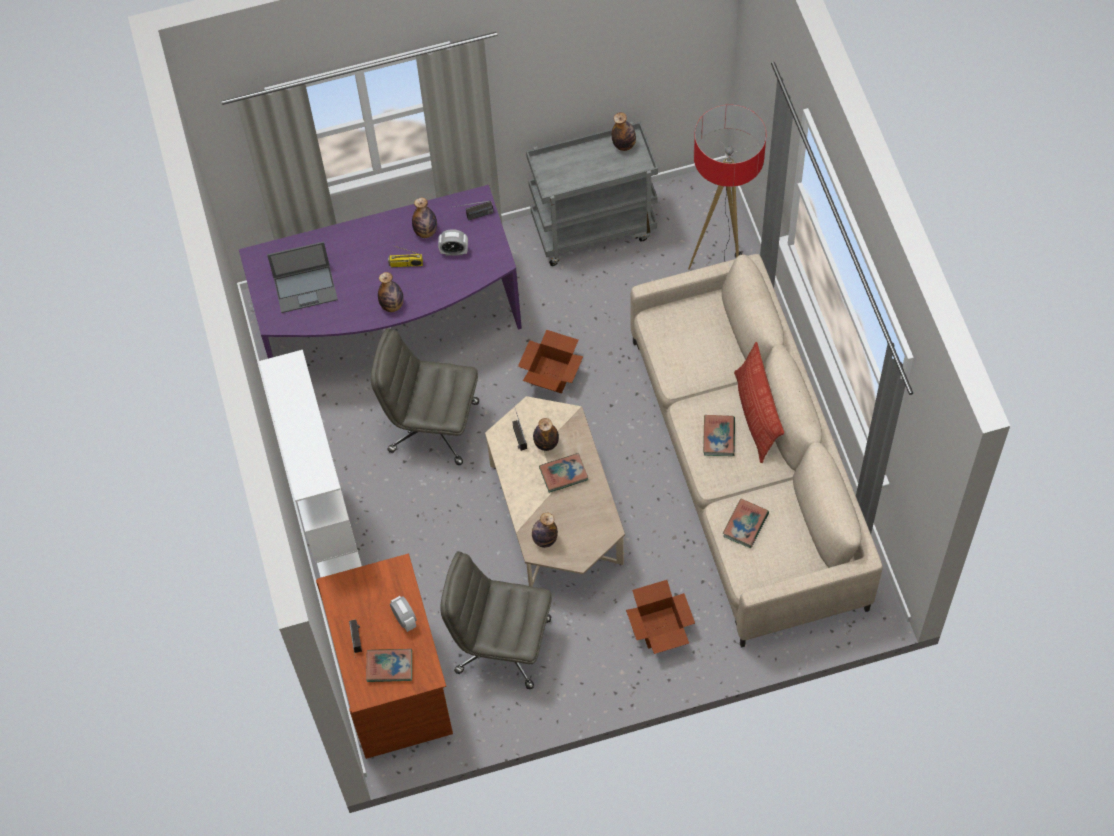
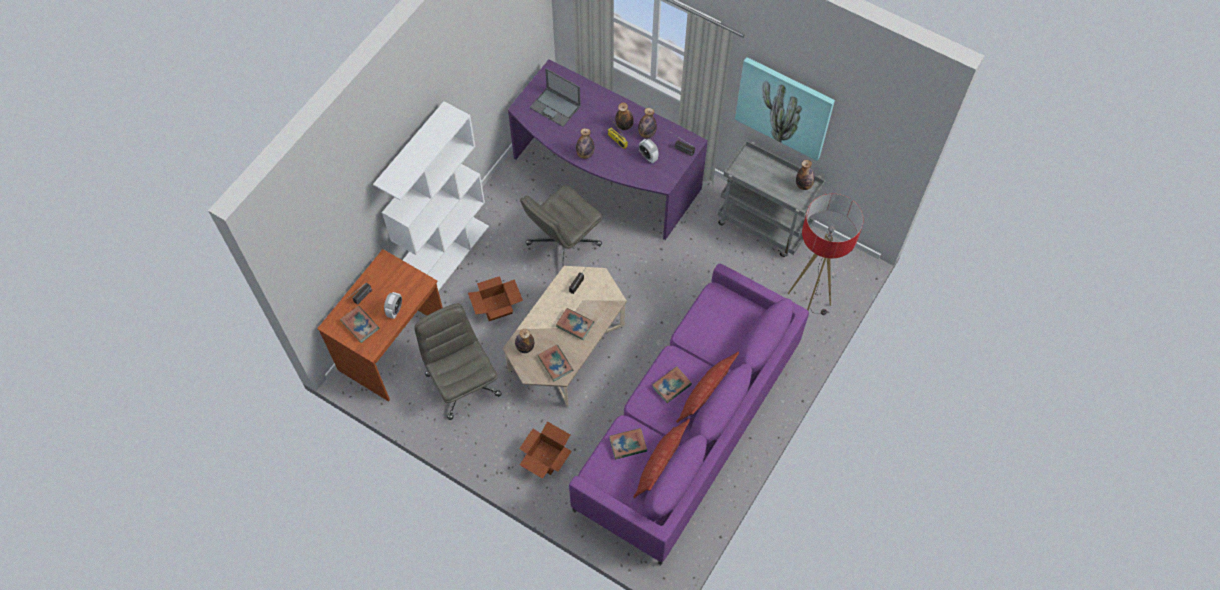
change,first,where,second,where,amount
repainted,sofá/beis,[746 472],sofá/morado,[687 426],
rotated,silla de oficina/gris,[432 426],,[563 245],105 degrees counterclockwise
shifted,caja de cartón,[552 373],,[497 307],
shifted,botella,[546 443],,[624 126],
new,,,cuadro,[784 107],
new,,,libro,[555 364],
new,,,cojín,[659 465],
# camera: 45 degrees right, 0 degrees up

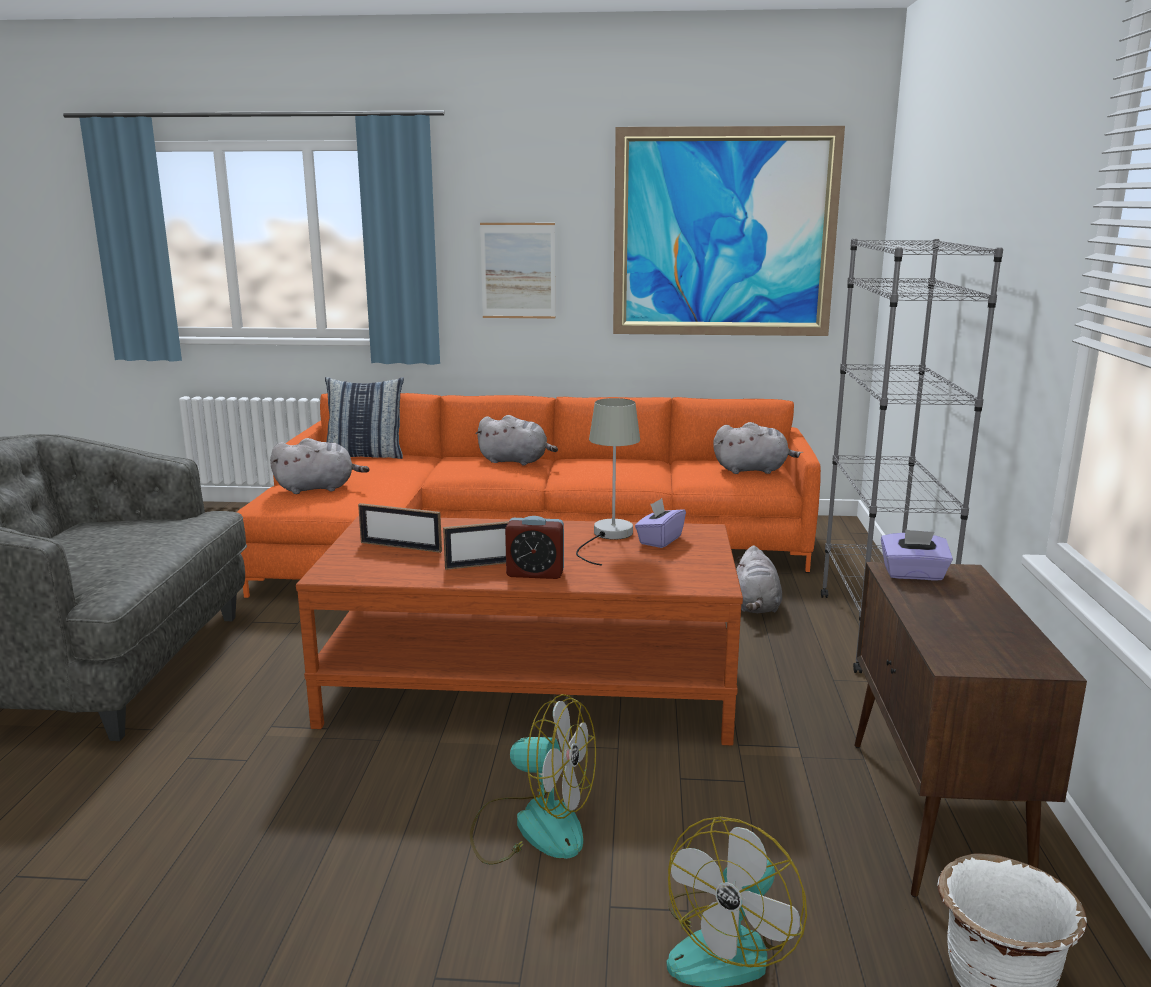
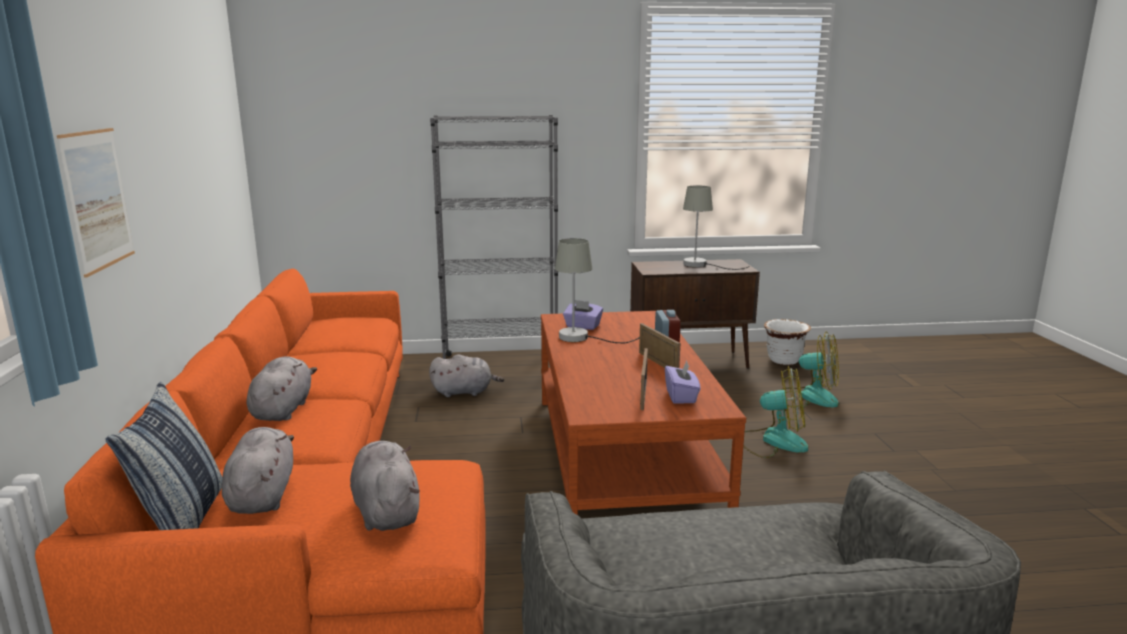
change,first,where,second,where,amount
gone,cuadro,[724 233],,,
shifted,peluche/gris,[753 470],,[262 495],
shifted,caja de pañuelos/morado,[913 574],,[681 396],
rotated,ventilador,[532 826],,[773 441],90 degrees clockwise
new,,,lámpara de mesa/gris,[702 265],
# camera: 100 degrees left, 0 degrees up

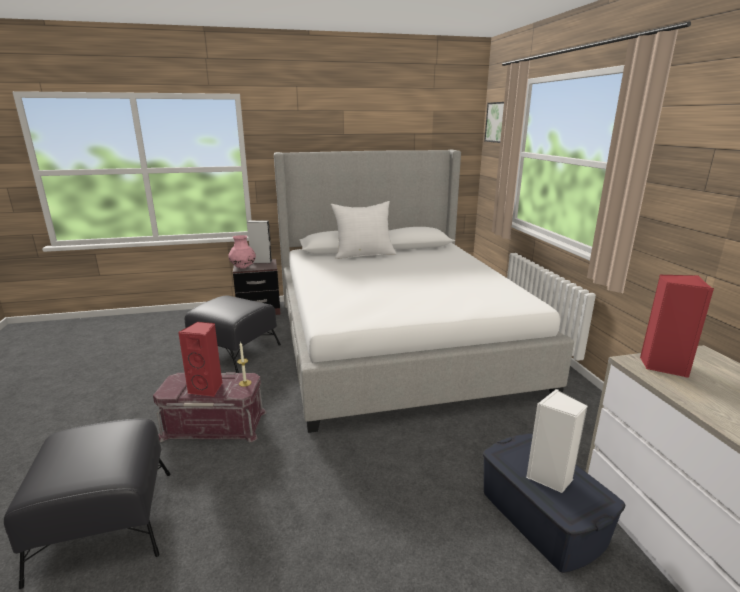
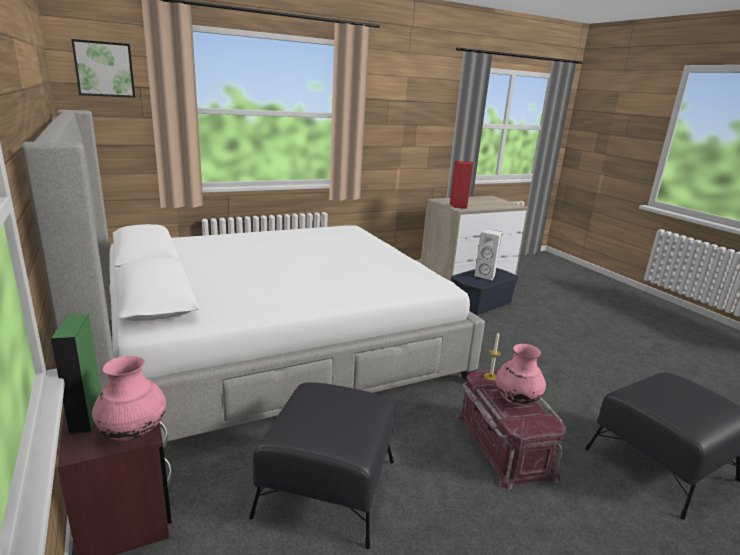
change,first,where,second,where,amount
gone,cojín/blanco,[364 254],,,
repainted,altavoz/gris,[261 262],altavoz/verde,[86 417],
swapped,altavoz/rojo,[207 388],florero/rosa,[516 400],
# camera: 105 degrees left, 0 degrees up

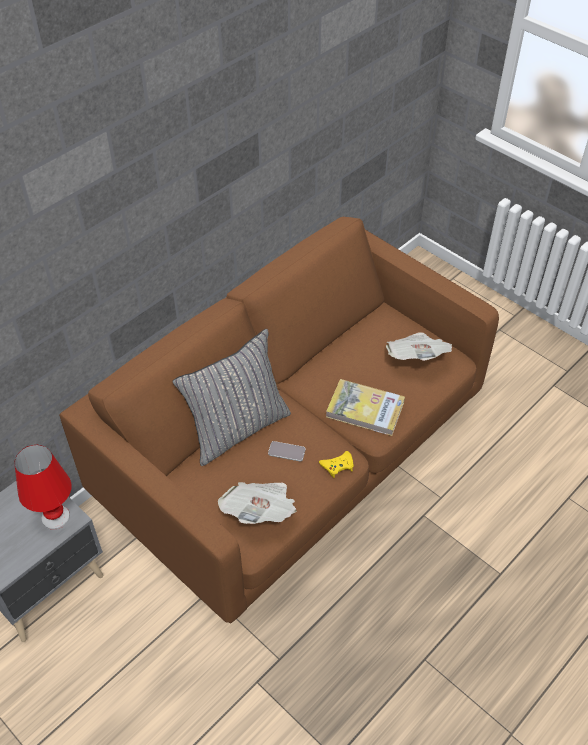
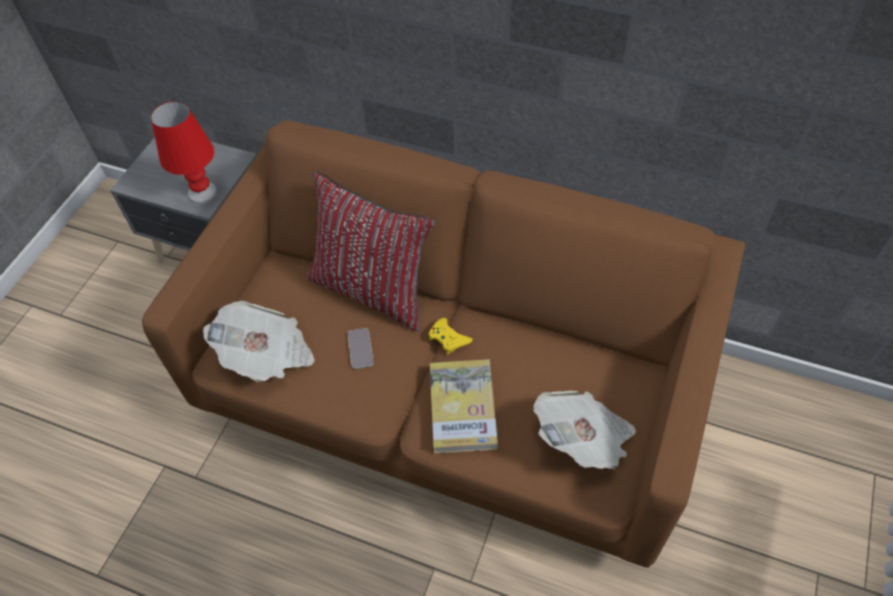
change,first,where,second,where,amount
repainted,cojín/gris,[237 428],cojín/rojo,[373 289],
shifted,mando de consola/amarillo,[337 466],,[448 338],
# camera: 70 degrees right, 5 degrees up

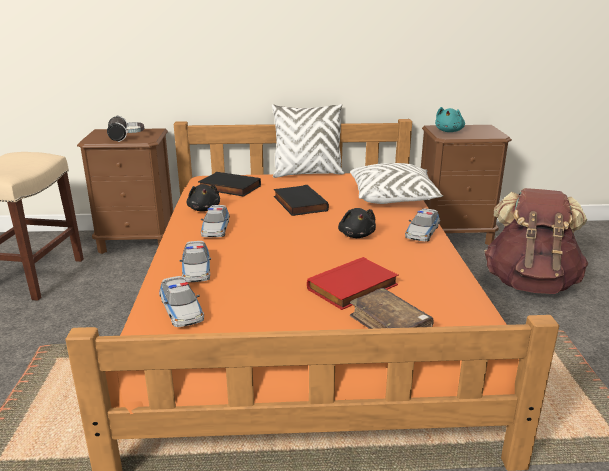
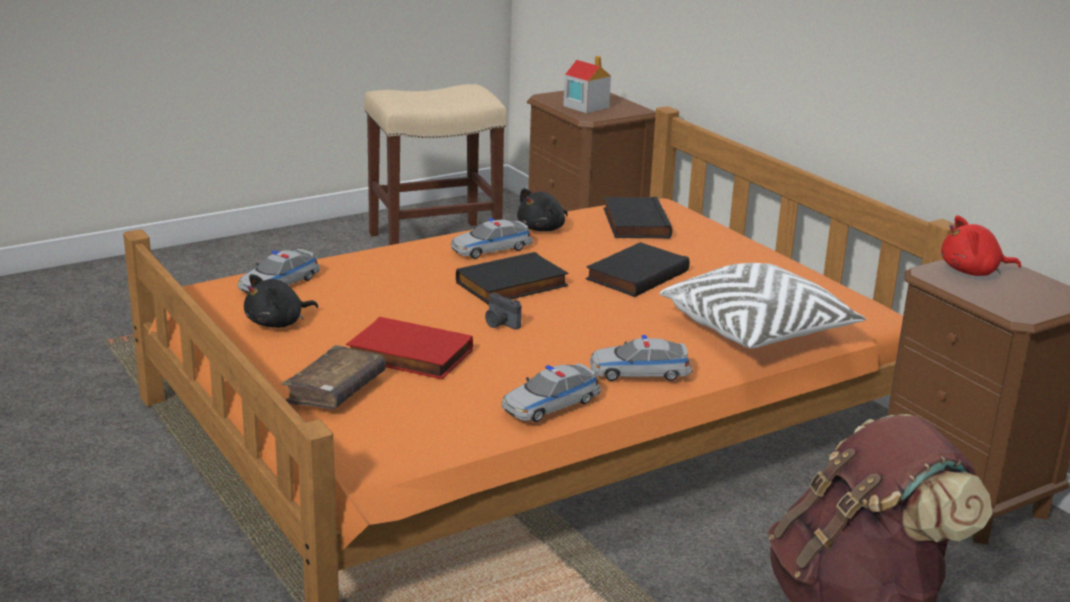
change,first,where,second,where,amount
gone,cojín/blanco,[307 173],,,
repainted,peluche/turquesa,[449 131],peluche/rojo,[973 272],
swapped,auriculares,[127 137],casita,[585 106],
shifted,peluche/negro,[356 235],,[278 323],
shifted,coche de juguete,[196 269],,[550 405],
new,,,libro/negro,[512 285],
new,,,cámara,[500 324],
# camera: 60 degrees right, 0 degrees up

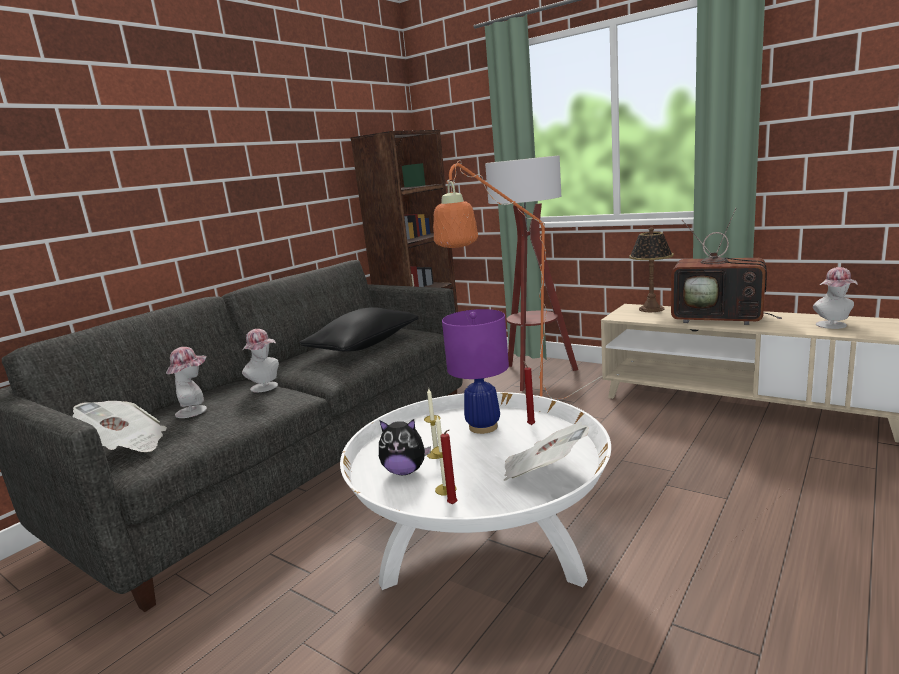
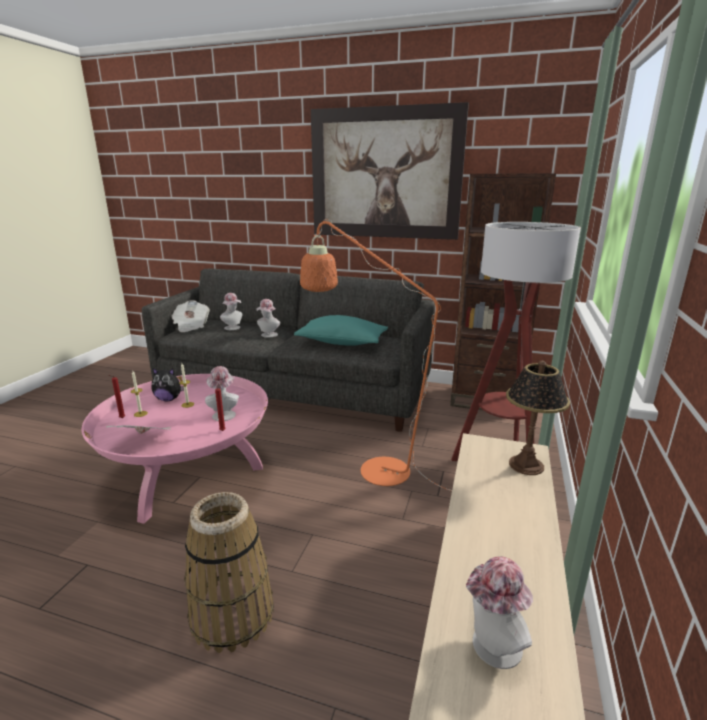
change,first,where,second,where,amount
gone,televisor,[720 318],,,
repainted,cojín/negro,[363 346],cojín/turquesa,[342 343],
swapped,lámpara de mesa/morado,[483 427],sombrero,[224 414],
repainted,mesa de centro/blanco,[483 547],mesa de centro/rosa,[190 476],
rotated,peluche,[405 471],,[169 399],75 degrees counterclockwise
new,,,cuadro,[385 174],
new,,,cesta,[232 615],
# camera: 70 degrees right, 5 degrees up

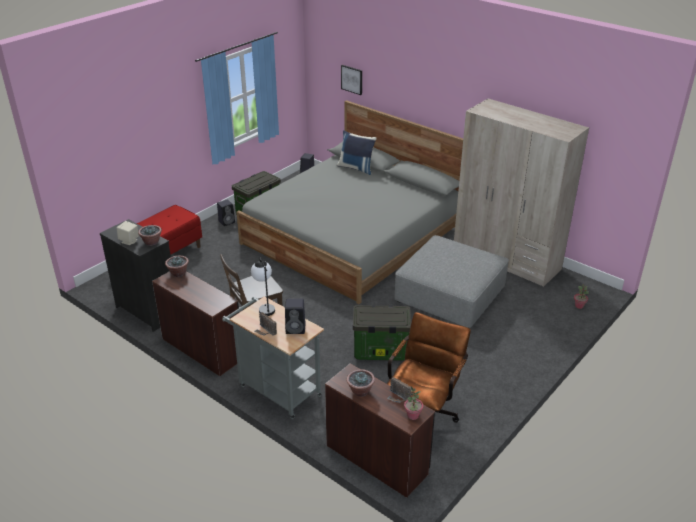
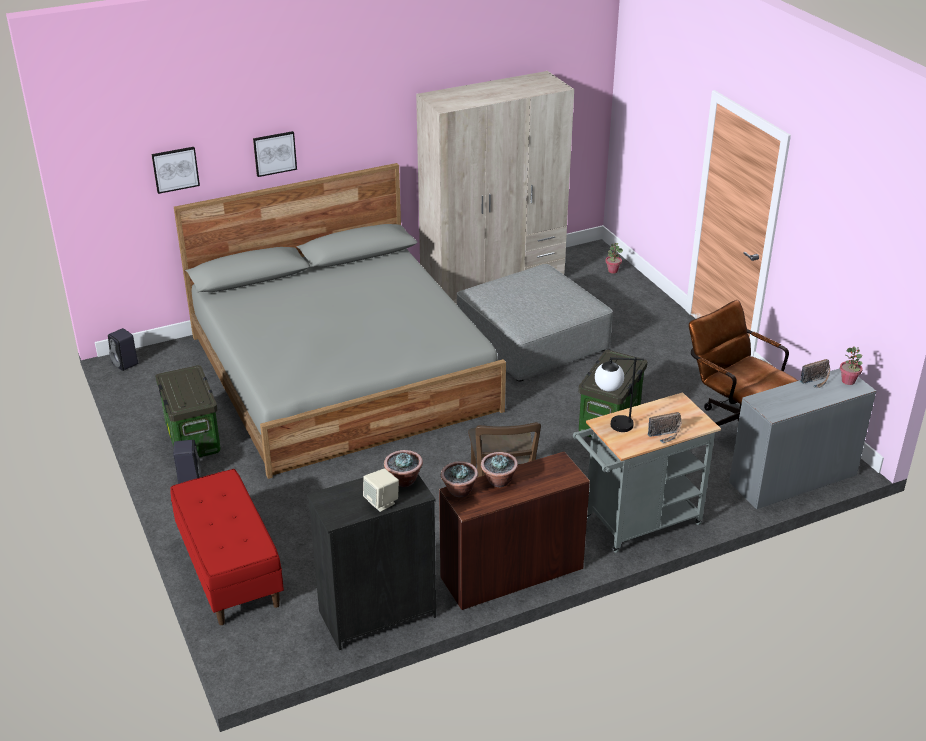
change,first,where,second,where,amount
gone,cojín/azul,[356 168],,,
gone,altavoz/negro,[296 328],,,
repainted,escritorio/marrón,[377 458],escritorio/gris,[792 478],
shifted,planta en maceta,[360 391],,[498 481],
new,,,cuadro,[274 153],
# camera: 65 degrees left, 0 degrees up

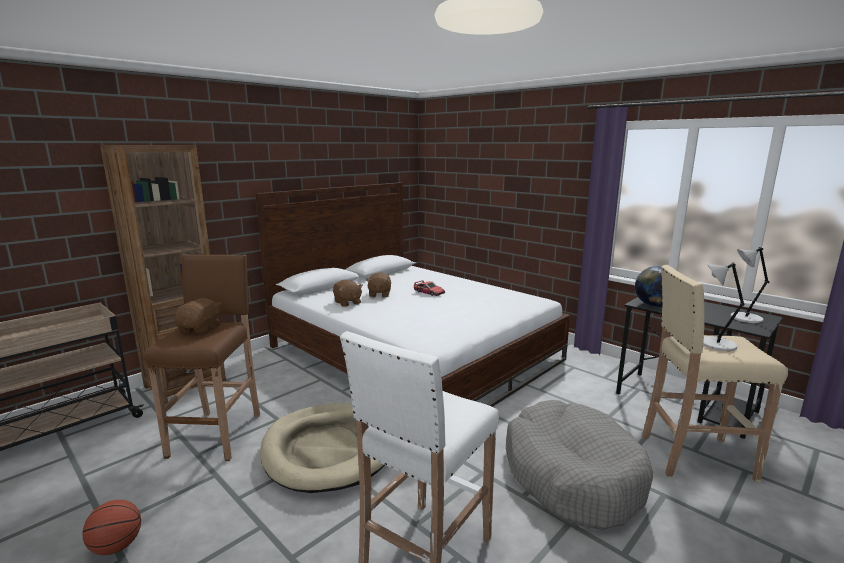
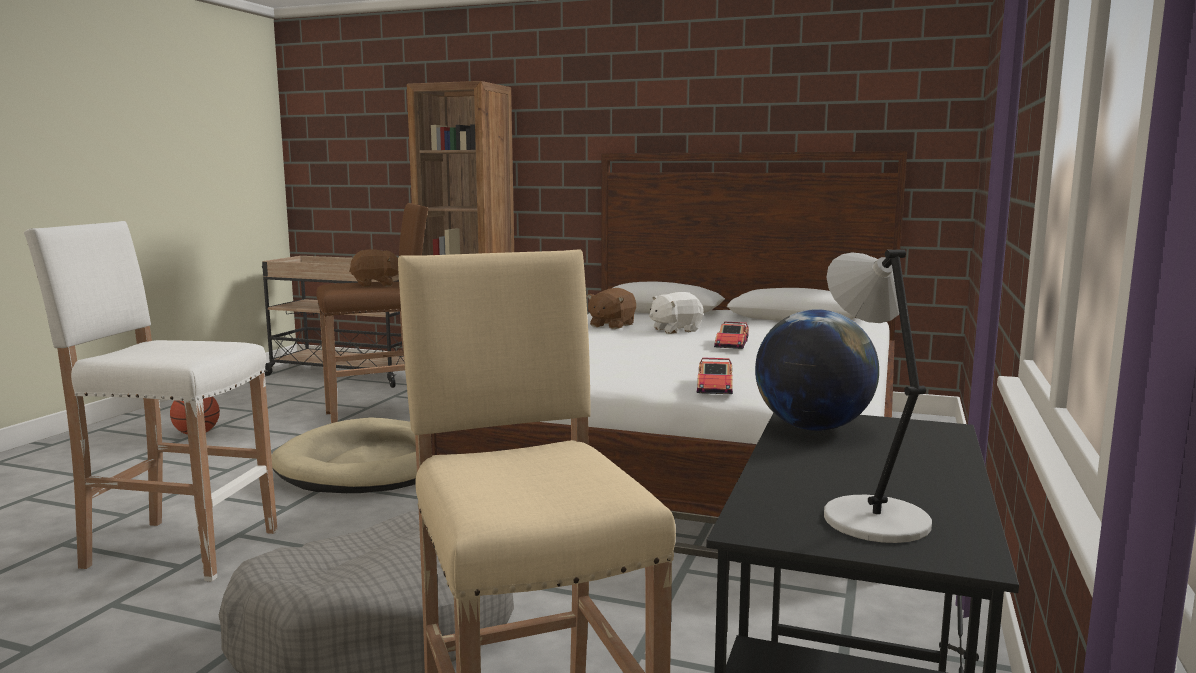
change,first,where,second,where,amount
gone,lámpara de mesa/gris,[715 344],,,
repainted,peluche/marrón,[379 294],peluche/blanco,[675 330],
new,,,coche de juguete,[714 386],
# camera: 65 degrees right, 5 degrees down

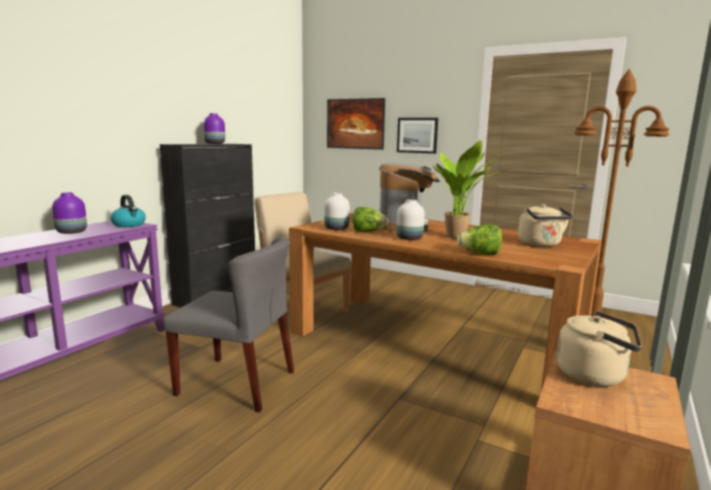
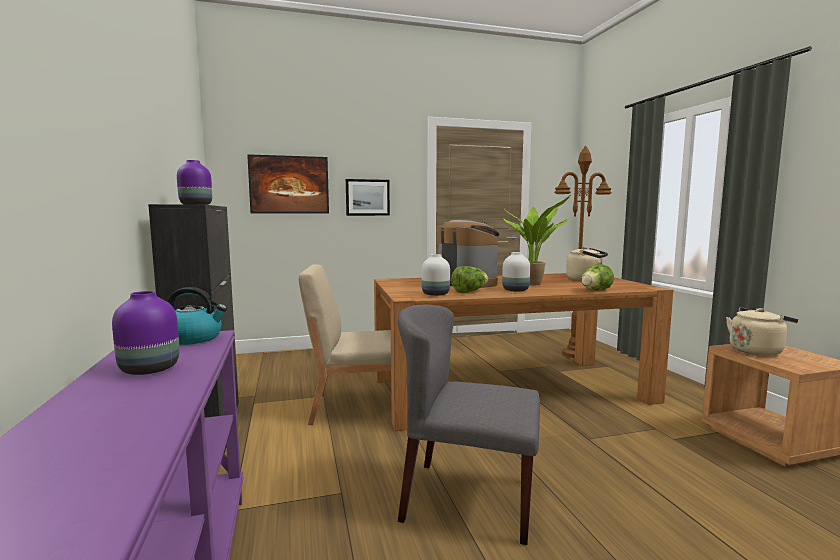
change,first,where,second,where,amount
rotated,silla/gris,[237 383],,[467 500],135 degrees counterclockwise
# camera: 45 degrees left, 5 degrees down

